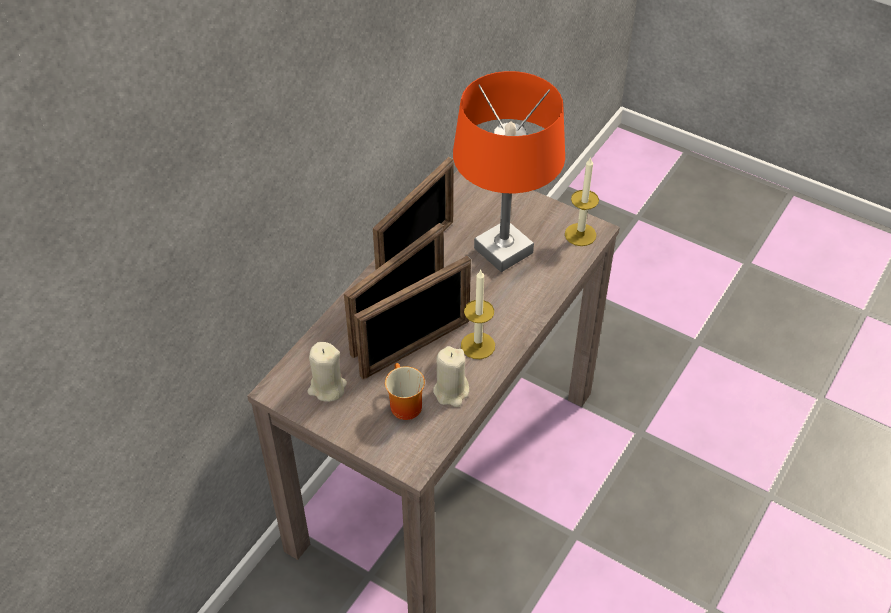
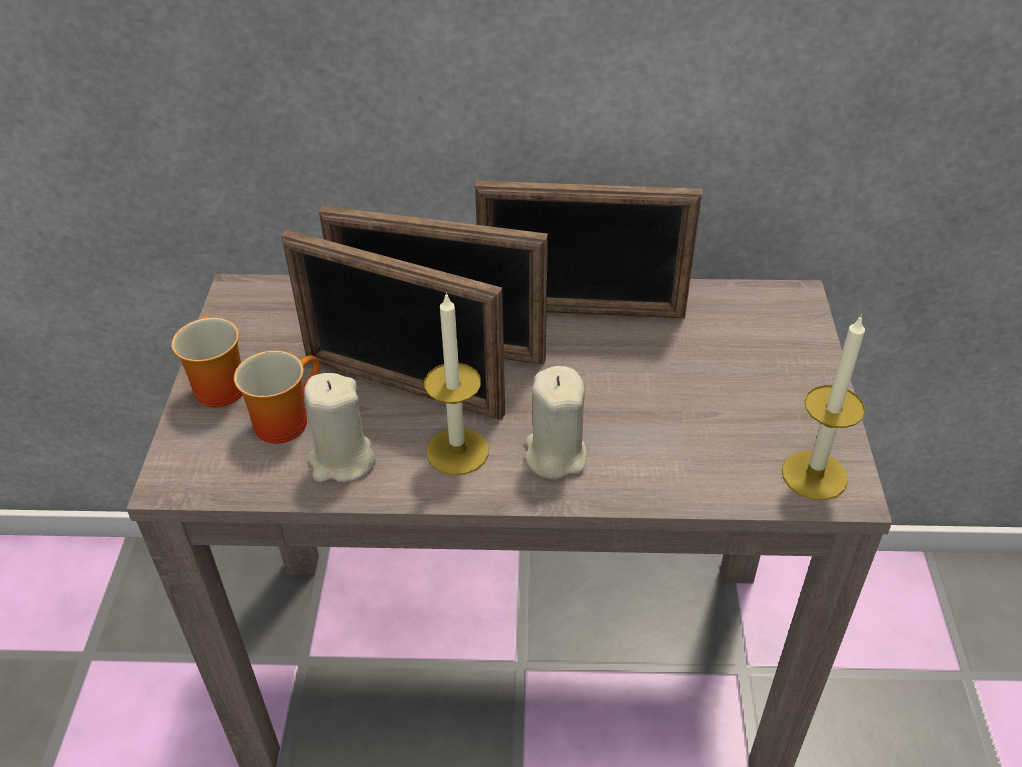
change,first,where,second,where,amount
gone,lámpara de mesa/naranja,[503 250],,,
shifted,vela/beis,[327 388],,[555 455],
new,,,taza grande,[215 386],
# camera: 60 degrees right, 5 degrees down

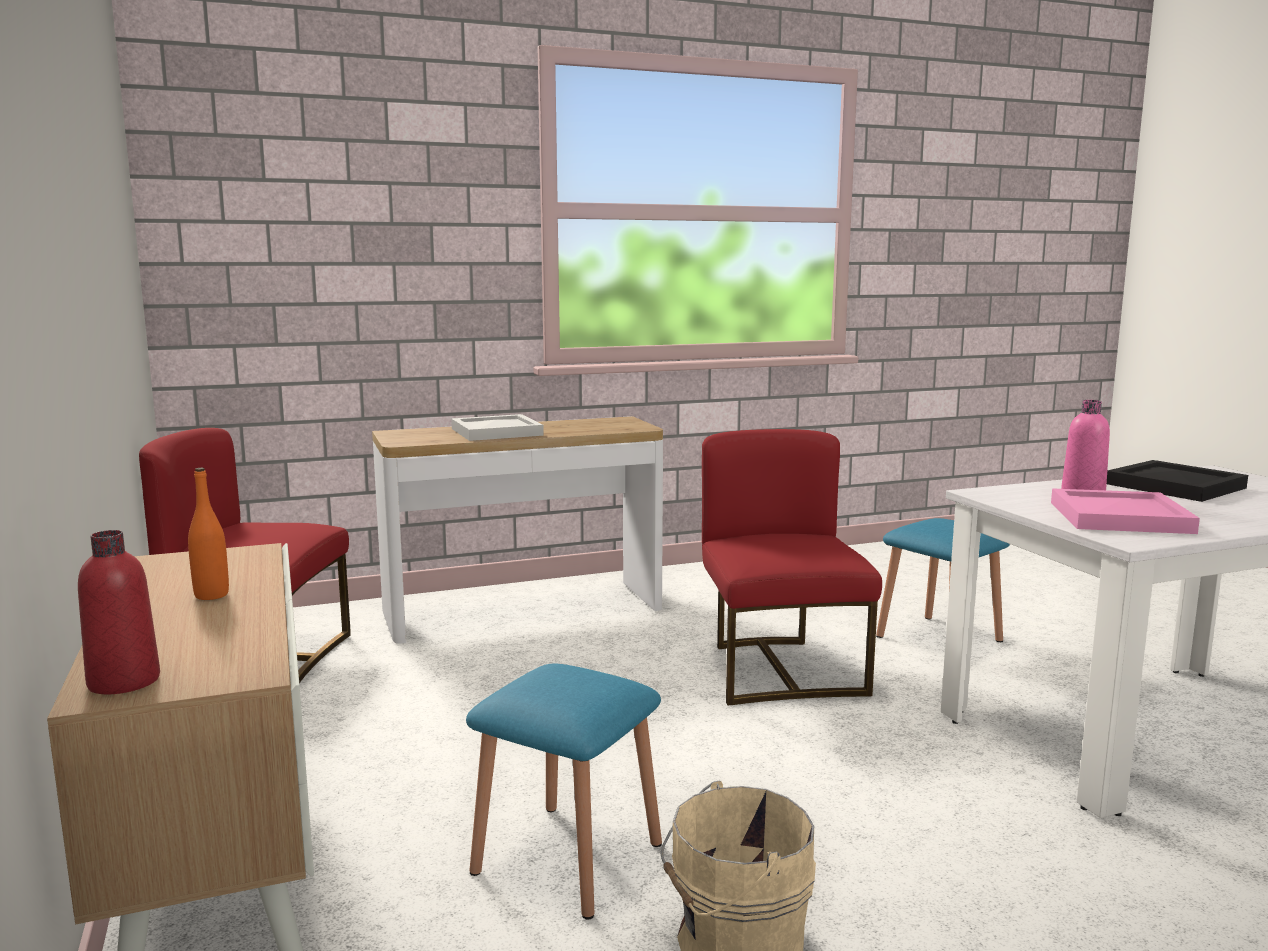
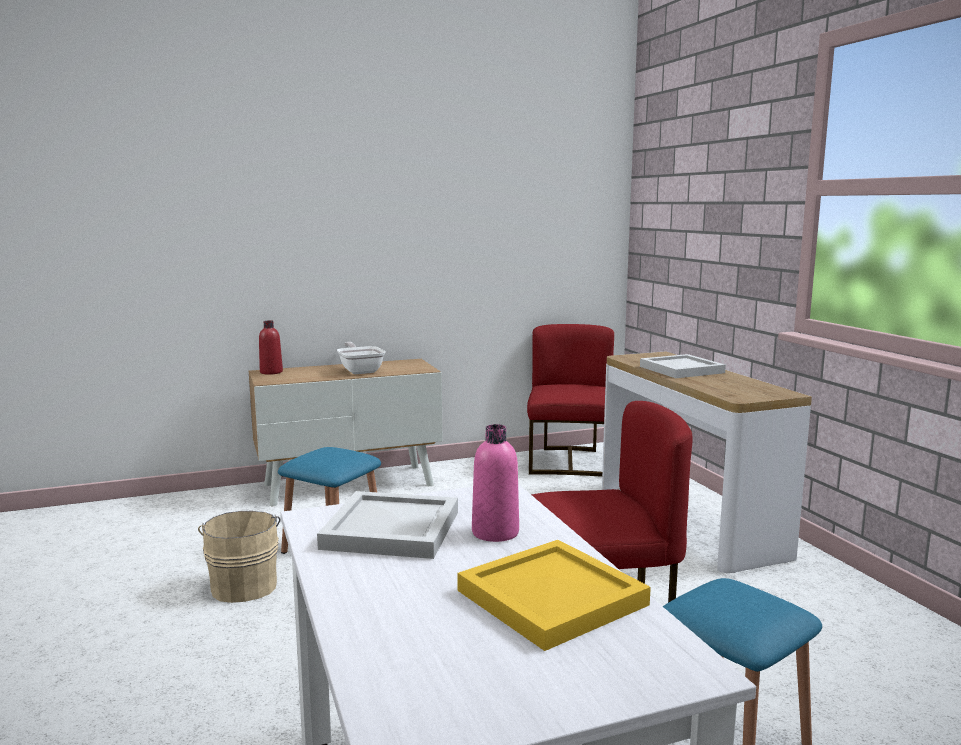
change,first,where,second,where,amount
repainted,bandeja/negro,[1174 485],bandeja/amarillo,[555 598],
swapped,botella/naranja,[211 595],sartén,[360 370],
repainted,bandeja/rosa,[1122 518],bandeja/blanco,[389 530],
# camera: 90 degrees right, 0 degrees up

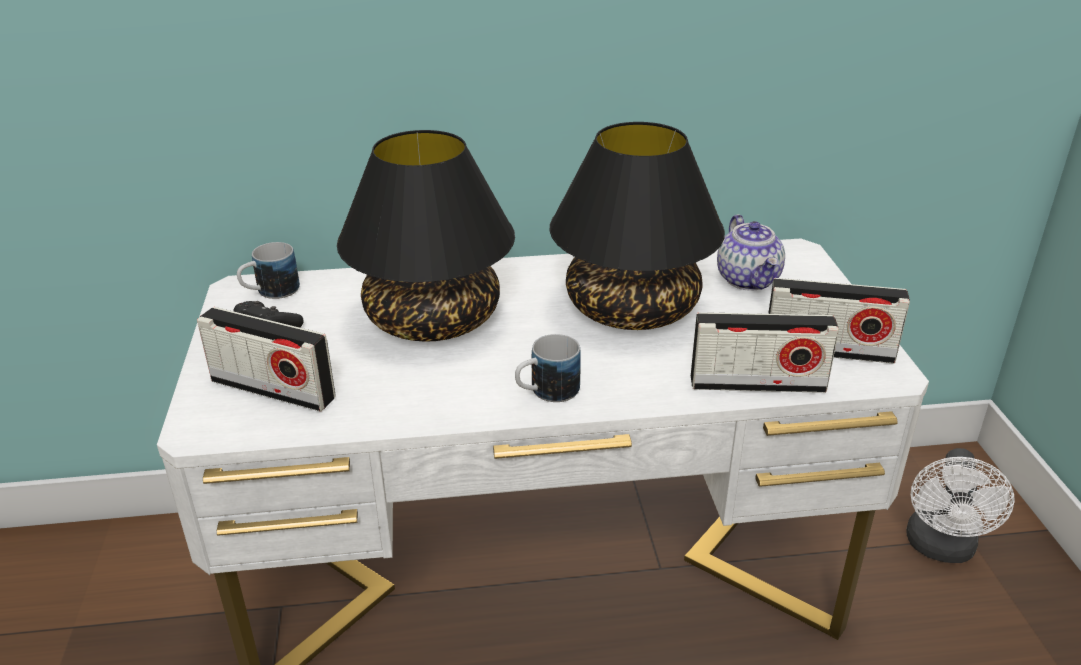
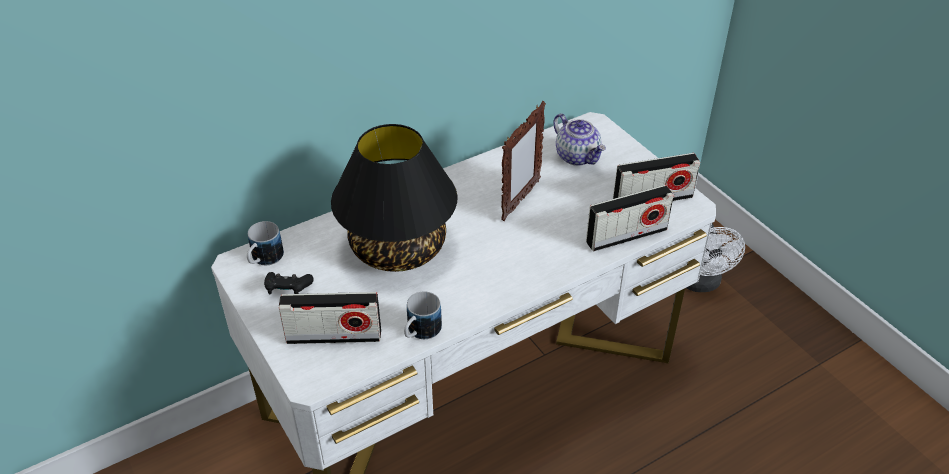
change,first,where,second,where,amount
swapped,lámpara de mesa/negro,[632 308],portarretratos,[520 201],
shifted,taza grande,[546 392],,[420 332],
# camera: 25 degrees left, 10 degrees up

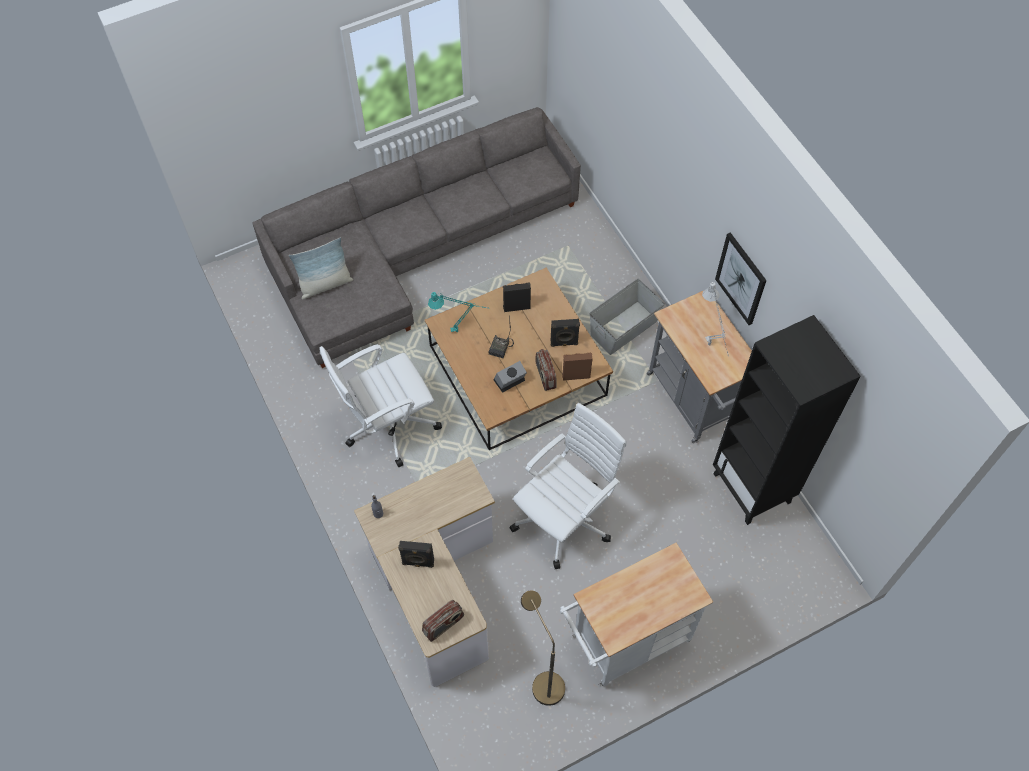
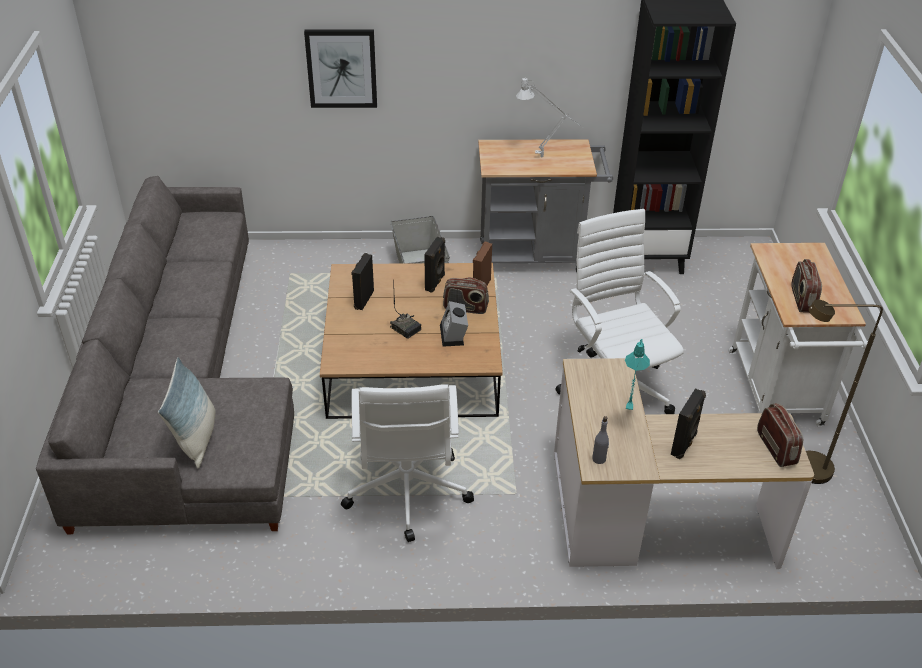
change,first,where,second,where,amount
shifted,cuadro,[741 278],,[341 68],
shifted,lámpara de mesa/turquesa,[460 331],,[629 404],
new,,,radio,[802 299],
# camera: 65 degrees left, 20 degrees down

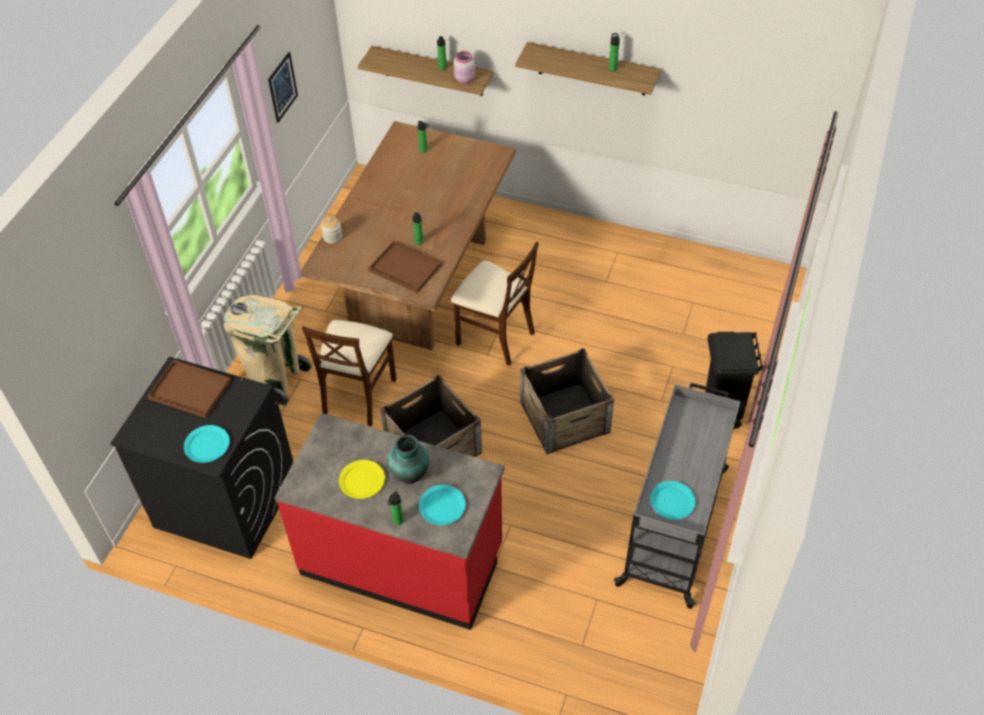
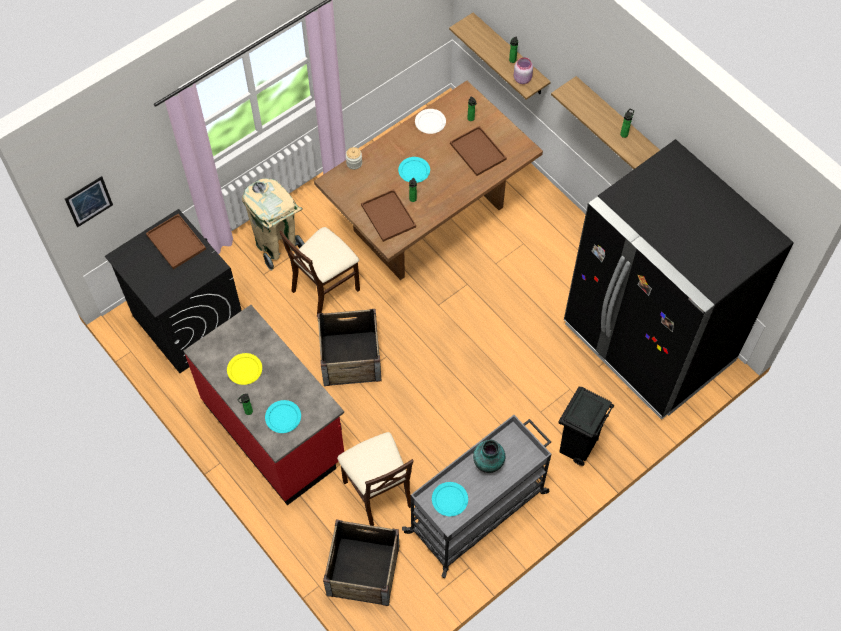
change,first,where,second,where,amount
shifted,cuadro,[282 87],,[89 201],
shifted,silla/beis,[495 337],,[378 492],
shifted,caja de embalaje,[564 417],,[363 571],
shifted,plato/turquesa,[207 445],,[414 171],
shifted,florero,[410 474],,[488 463],
new,,,plato/blanco,[430 122],
new,,,bandeja/marrón,[476 151],
new,,,nevera/negro,[648 343],
# camera: 30 degrees right, 10 degrees up

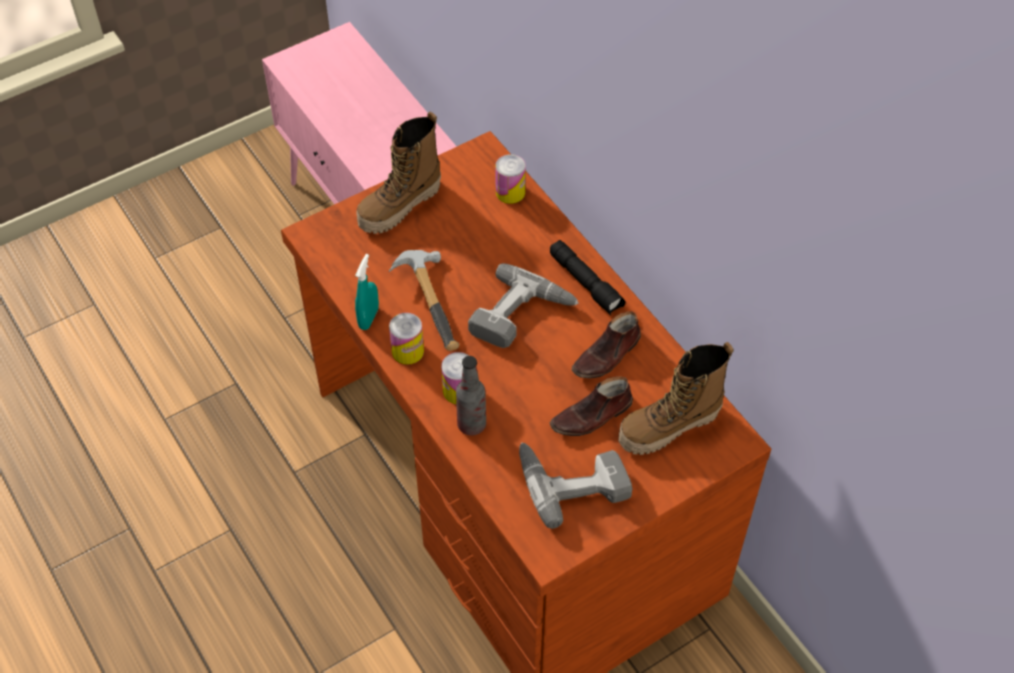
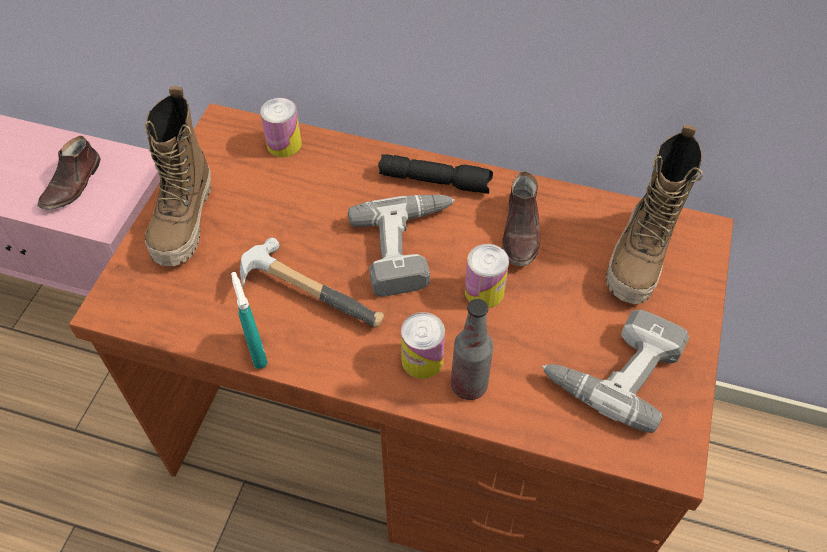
change,first,where,second,where,amount
shifted,lata,[407 351],,[484 291],
shifted,zapato/marrón,[592 416],,[73 185],
# camera: 40 degrees left, 0 degrees up

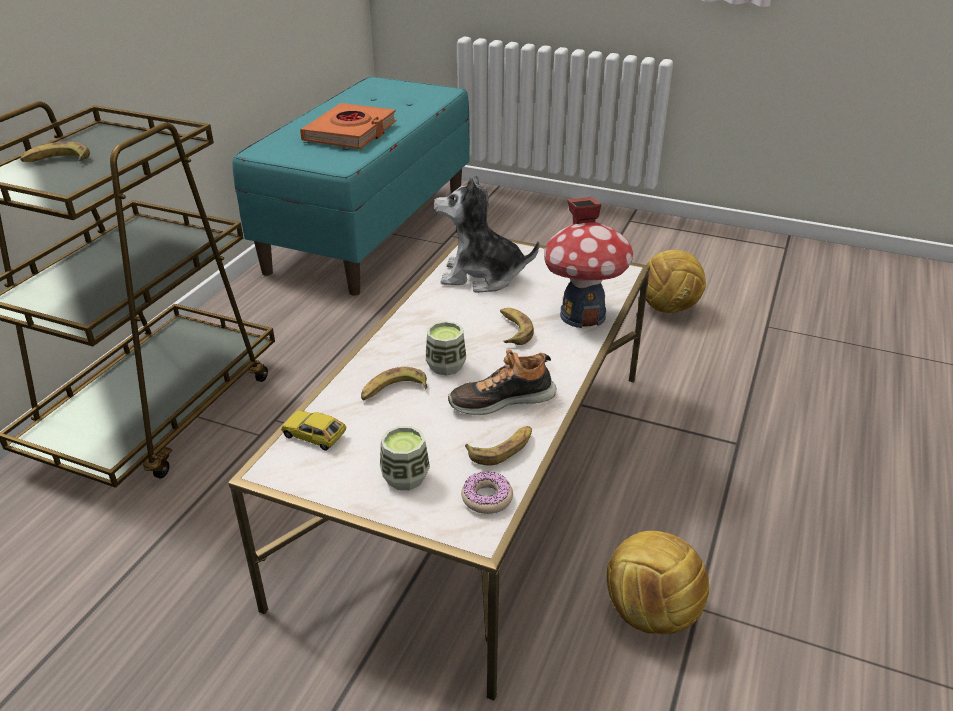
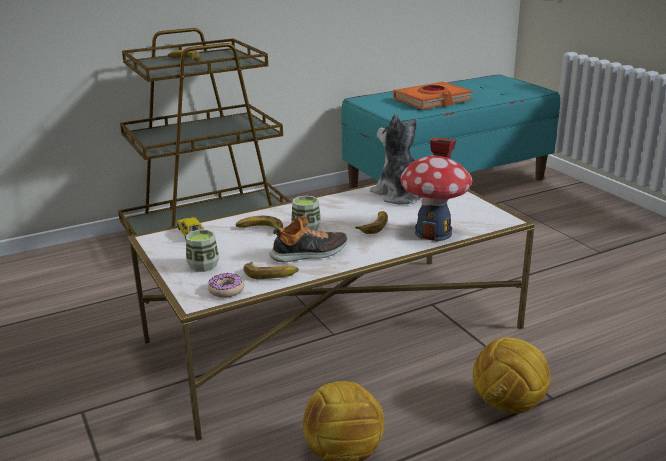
change,first,where,second,where,amount
shifted,balón de fútbol,[669 308],,[508 405],
rotated,zapato,[501 399],,[310 253],135 degrees clockwise
# camera: 40 degrees right, 10 degrees down

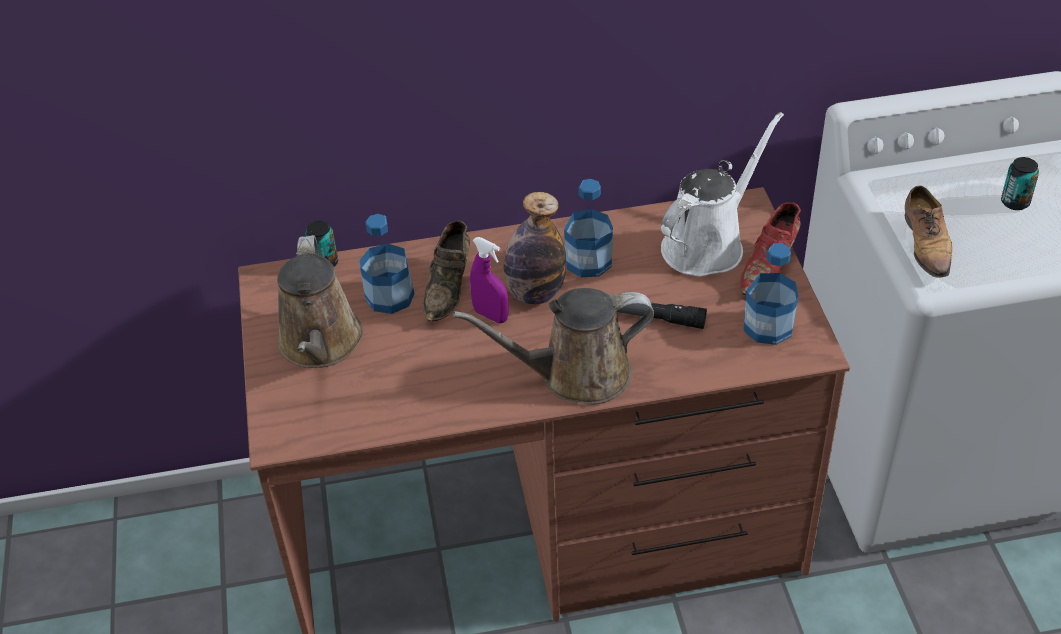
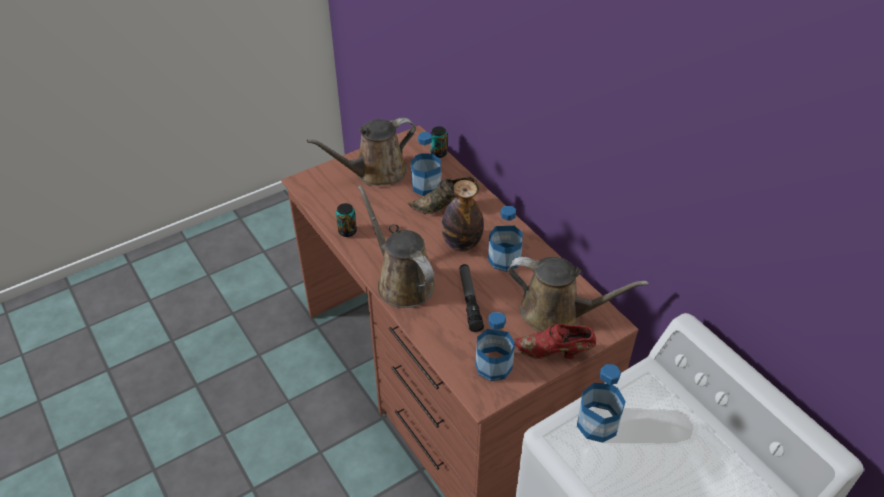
change,first,where,second,where,amount
repainted,regadera/blanco,[708 244],regadera/marrón,[556 313],
shifted,lata,[1015 202],,[347 231],
swapped,zapato,[926 244],botella,[597 424],
gone,pulverizador/morado,[490 315],,,
# camera: 65 degrees right, 0 degrees up

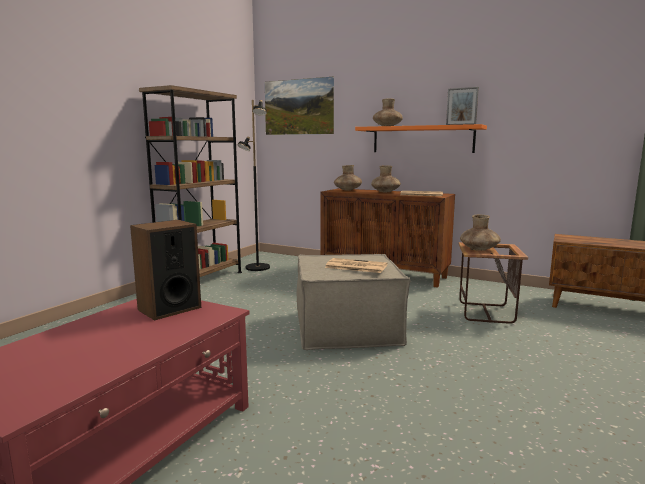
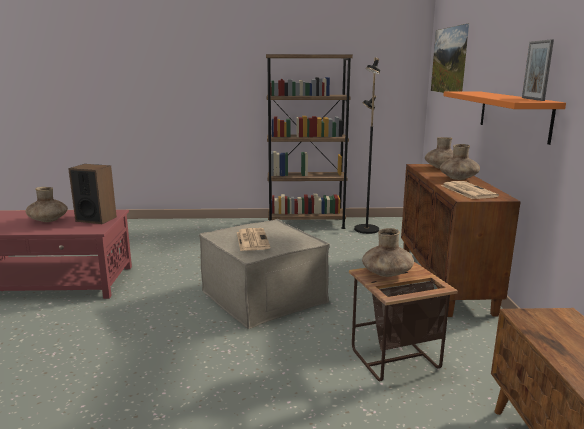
change,first,where,second,where,amount
shifted,florero/marrón,[387 126],,[48 220],
# camera: 60 degrees right, 5 degrees up

